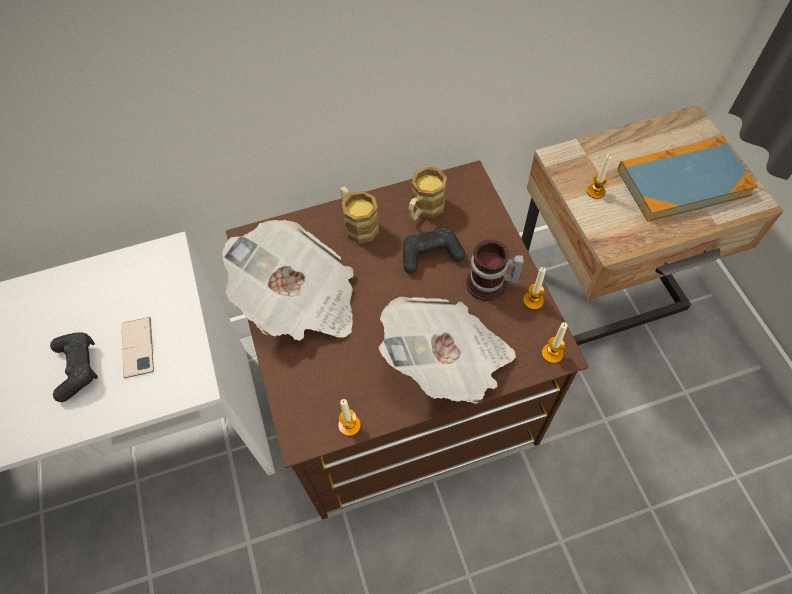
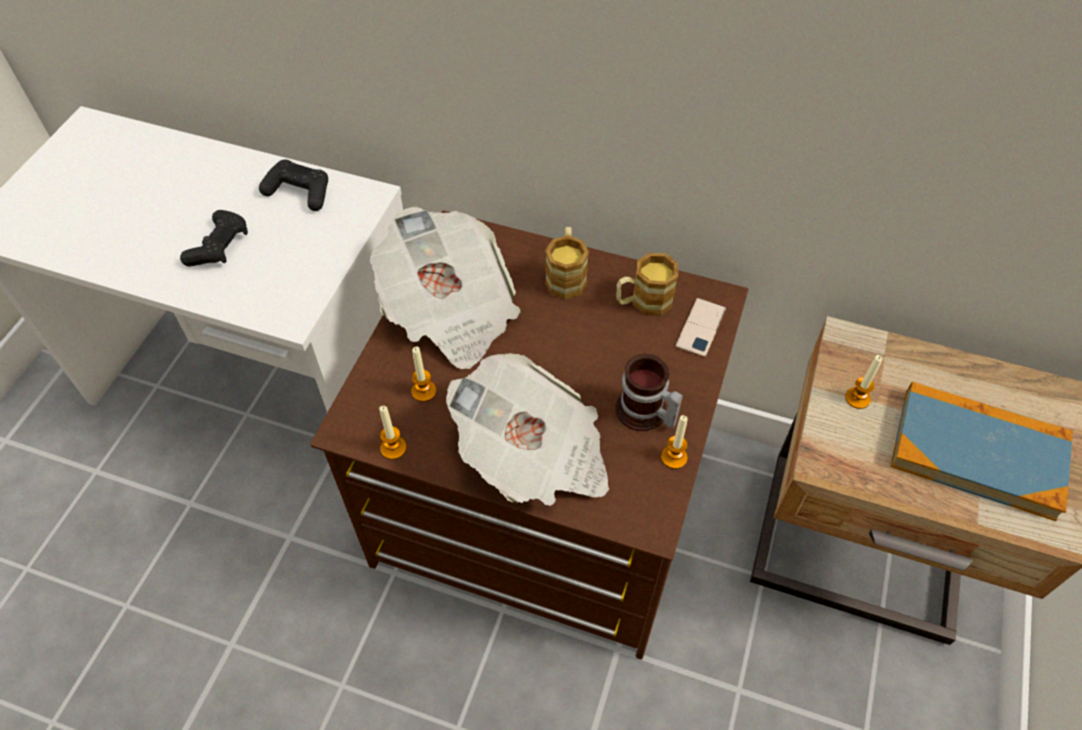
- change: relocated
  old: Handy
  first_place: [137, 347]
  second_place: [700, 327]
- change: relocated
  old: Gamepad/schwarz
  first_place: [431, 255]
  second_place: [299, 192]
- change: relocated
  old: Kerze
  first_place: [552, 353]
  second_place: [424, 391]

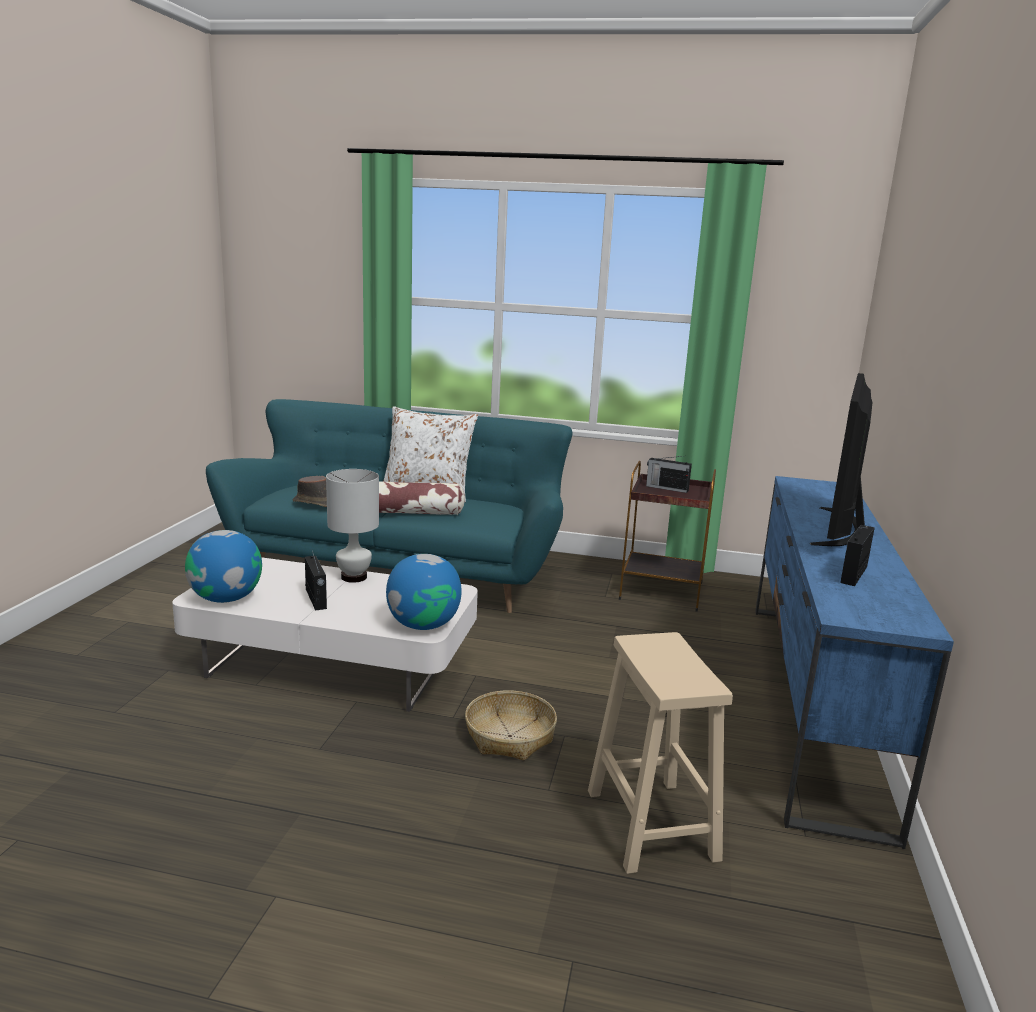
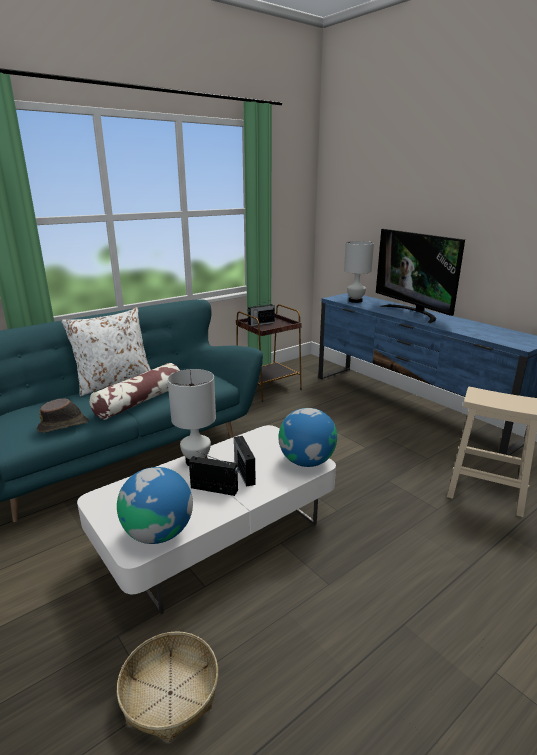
- change: relocated
  old: Korb
  first_place: [509, 736]
  second_place: [170, 693]
- change: relocated
  old: Radio
  first_place: [854, 574]
  second_place: [244, 472]
- change: appeared
  new: Tischlampe/weiß
  second_place: [355, 301]

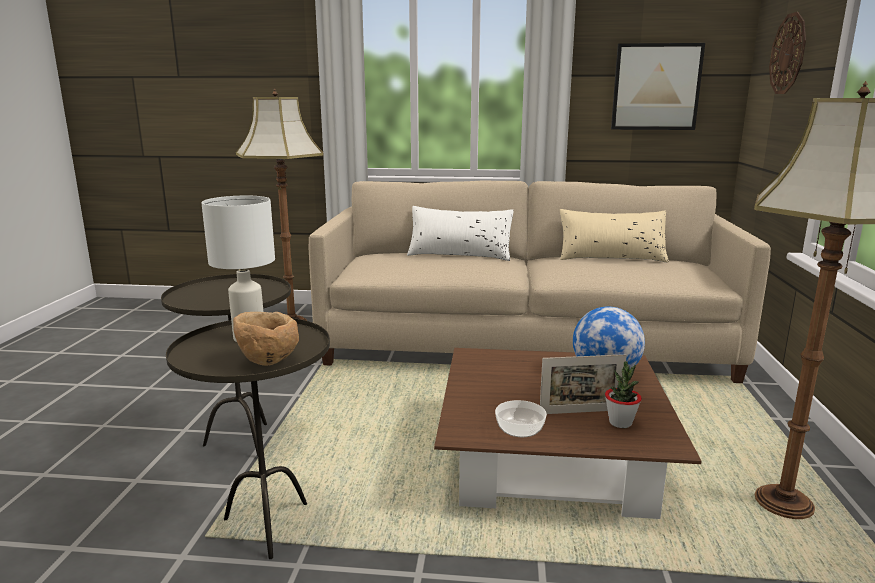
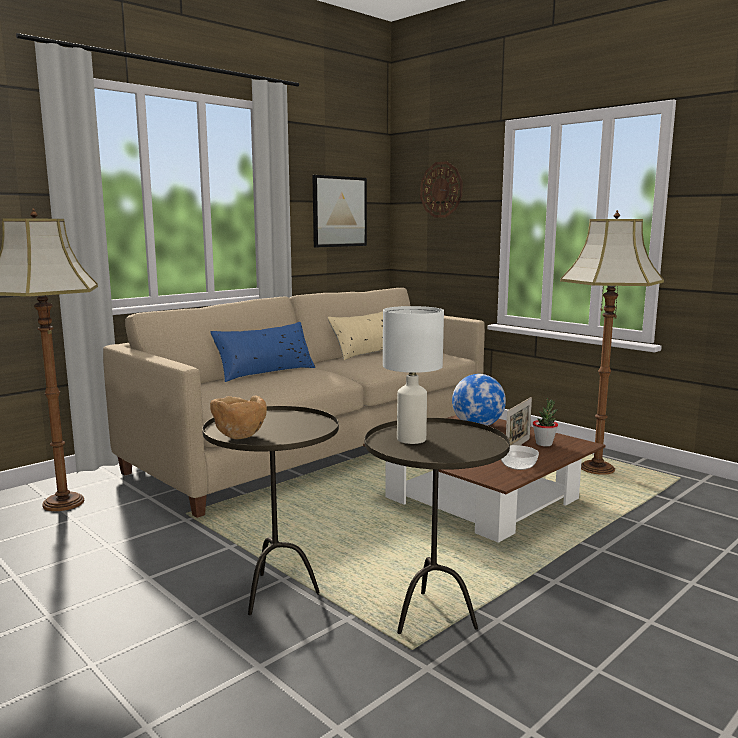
- change: relocated
  old: Schüssel/braun
  first_place: [269, 361]
  second_place: [239, 437]
- change: colour
  old: Kissen/weiß
  new: Kissen/blau
  first_place: [459, 255]
  second_place: [265, 372]

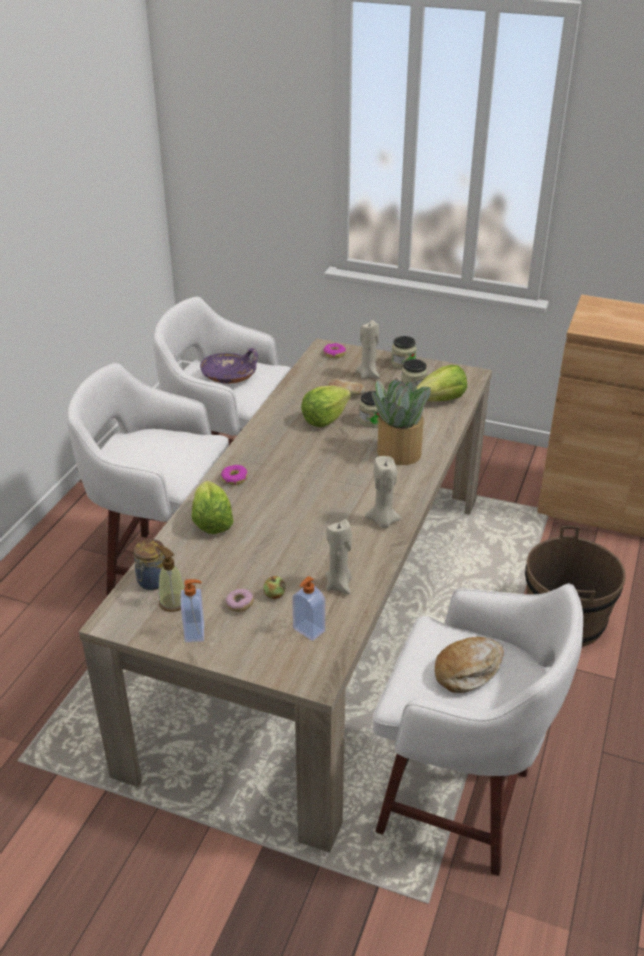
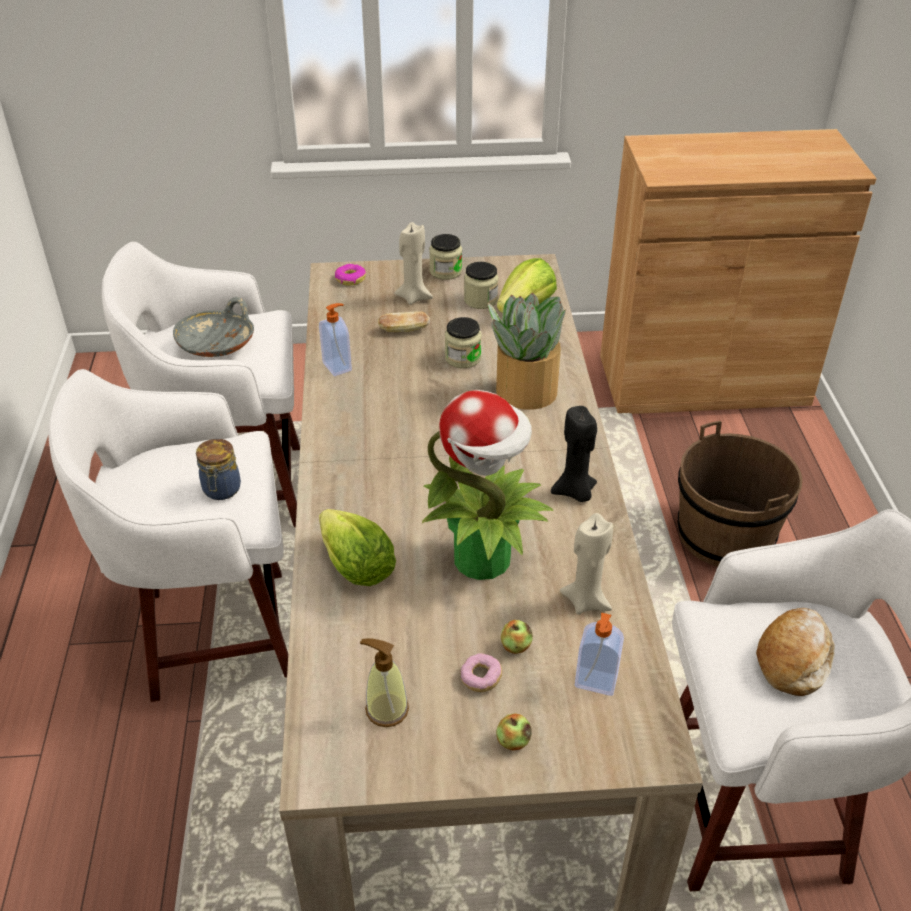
- change: relocated
  old: Vorratsglas
  first_place: [152, 582]
  second_place: [221, 490]
- change: relocated
  old: Seifenspender
  first_place: [195, 632]
  second_place: [338, 366]
- change: colour
  old: Schüssel/lila
  new: Schüssel/grau
  first_place: [230, 376]
  second_place: [217, 344]
- change: missing
  old: Donut
  first_place: [234, 479]
- change: missing
  old: Salatkopf
  first_place: [325, 419]
- change: colour
  old: Kerze/beige
  new: Kerze/schwarz
  first_place: [383, 521]
  second_place: [575, 492]
- change: appeared
  new: Topfpflanze
  second_place: [484, 558]
- change: appeared
  new: Apfel
  second_place: [513, 741]

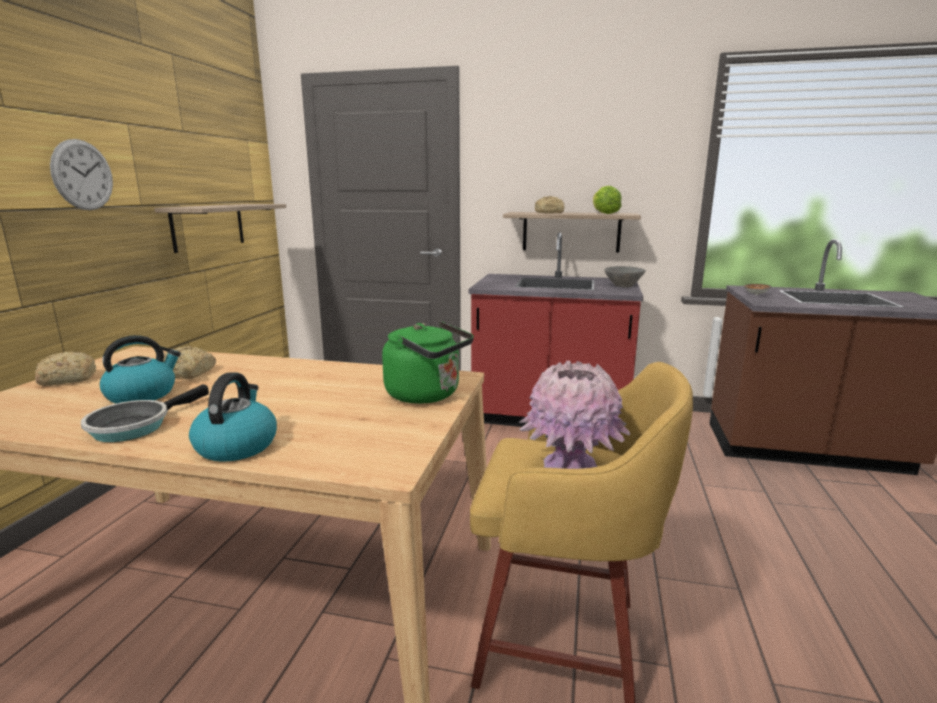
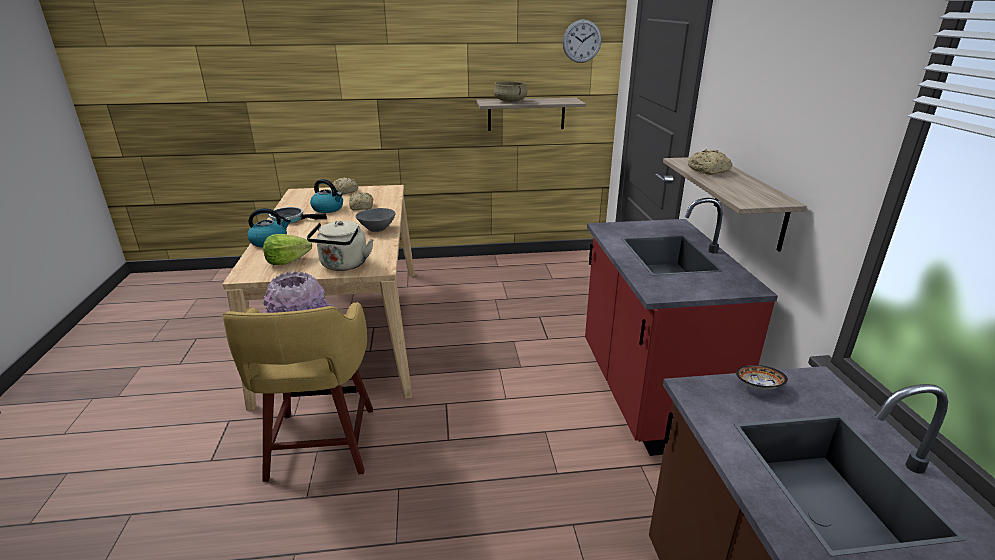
- change: relocated
  old: Wanduhr
  first_place: [82, 175]
  second_place: [582, 41]
- change: colour
  old: Wasserkessel/grün
  new: Wasserkessel/beige
  first_place: [427, 395]
  second_place: [343, 265]
- change: relocated
  old: Salatkopf
  first_place: [604, 213]
  second_place: [287, 261]
- change: relocated
  old: Schüssel/grau
  first_place: [623, 286]
  second_place: [376, 229]
- change: appeared
  new: Kochtopf/beige
  second_place: [510, 101]

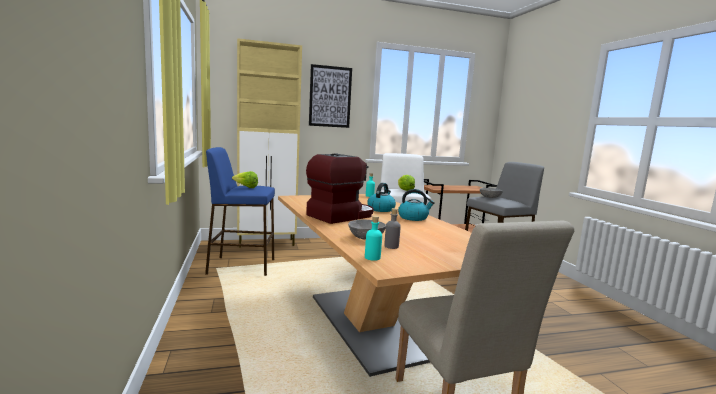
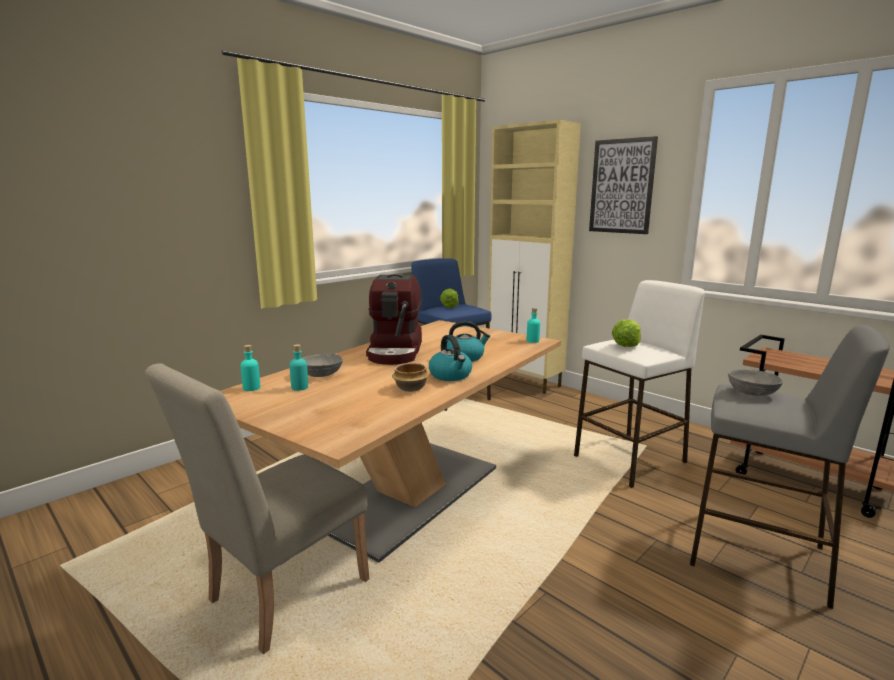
- change: spun
  old: Kaffeemaschine
  first_place: [340, 215]
  second_place: [396, 351]
  degrees: 75
- change: colour
  old: Flasche/grau
  new: Flasche/türkis
  first_place: [391, 246]
  second_place: [300, 387]
- change: appeared
  new: Schüssel
  second_place: [411, 388]

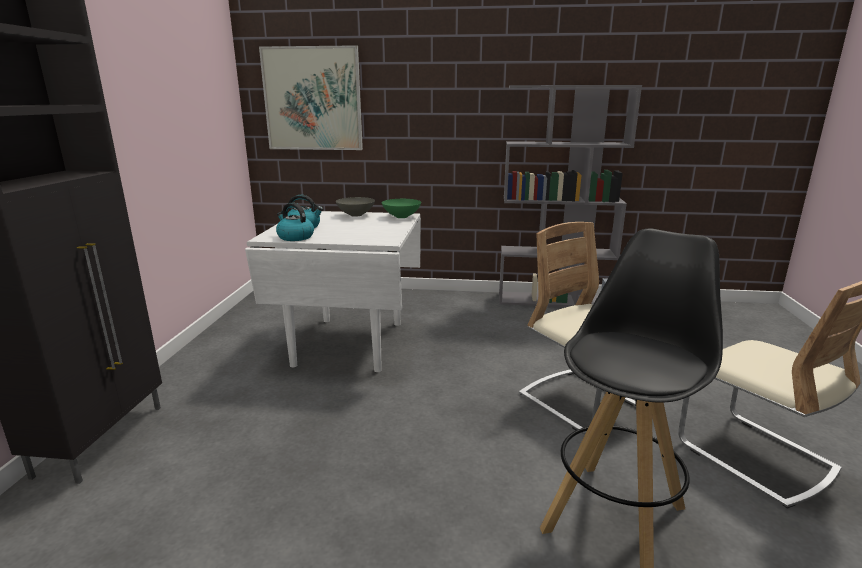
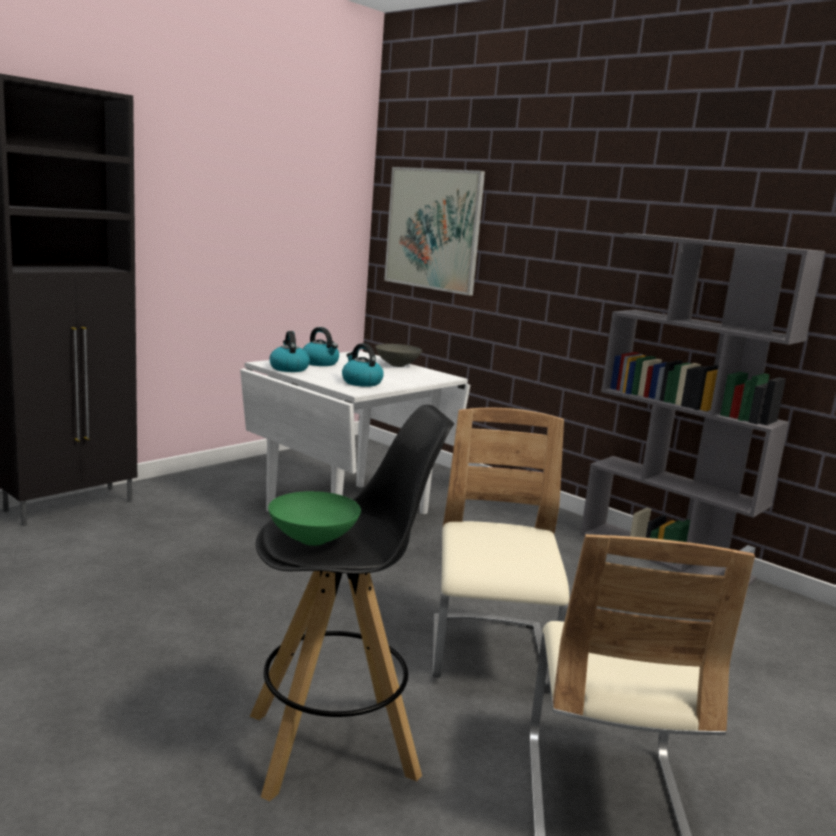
- change: relocated
  old: Schüssel/grün
  first_place: [401, 217]
  second_place: [312, 539]
- change: appeared
  new: Wasserkessel
  second_place: [361, 382]

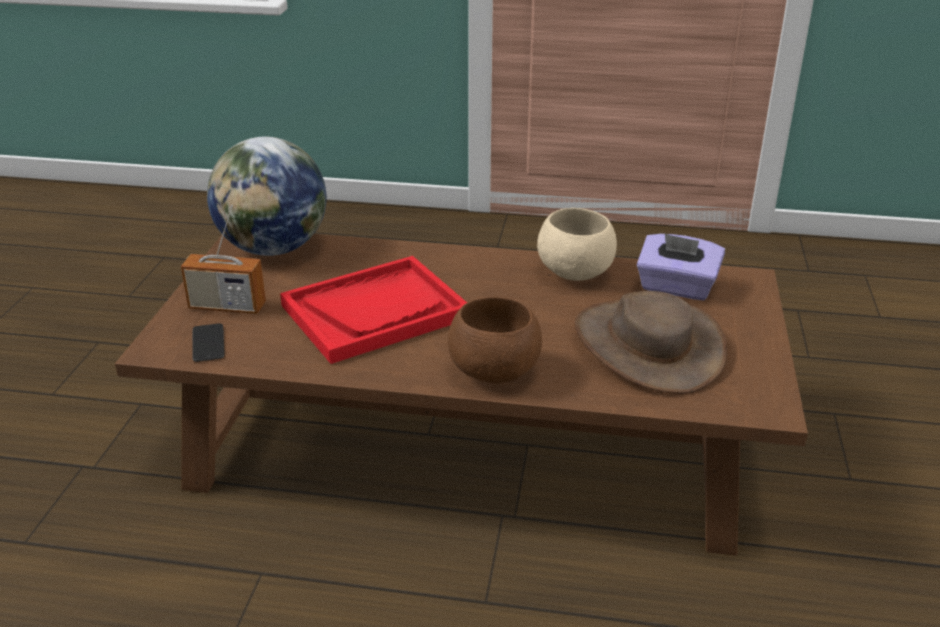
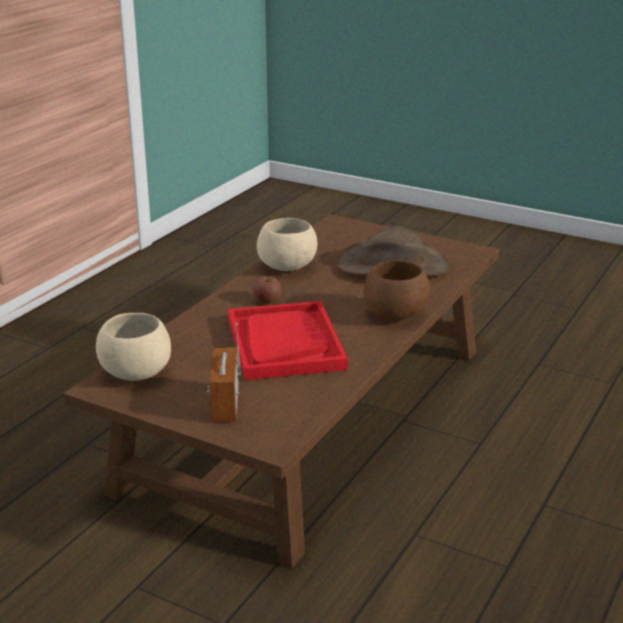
- change: spun
  old: Radio
  first_place: [227, 306]
  second_place: [225, 404]
  degrees: 150
- change: missing
  old: Handy
  first_place: [208, 343]
- change: exchanged
  old: Globus
  new: Schüssel/beige
  first_place: [274, 249]
  second_place: [136, 373]
- change: missing
  old: Taschentuchbox/lila
  first_place: [676, 288]
- change: appeared
  new: Apfel
  second_place: [267, 300]

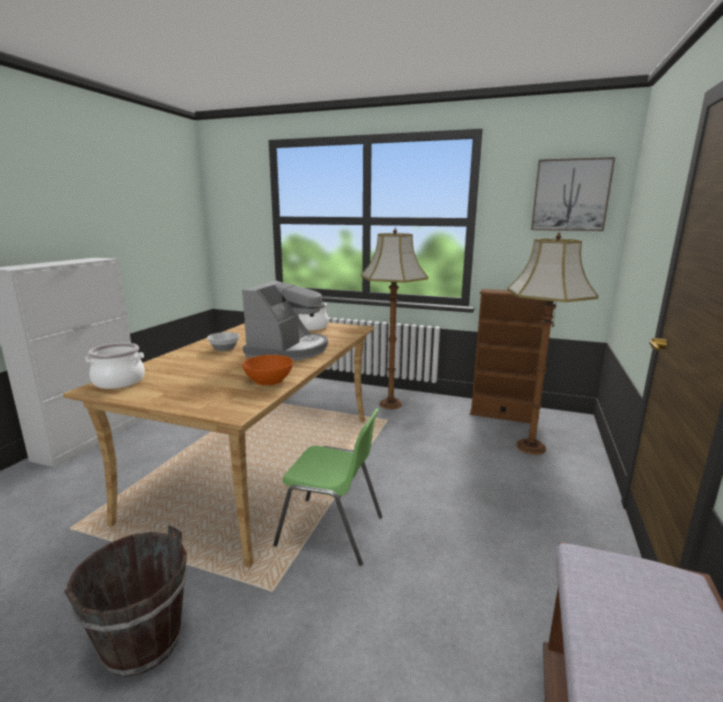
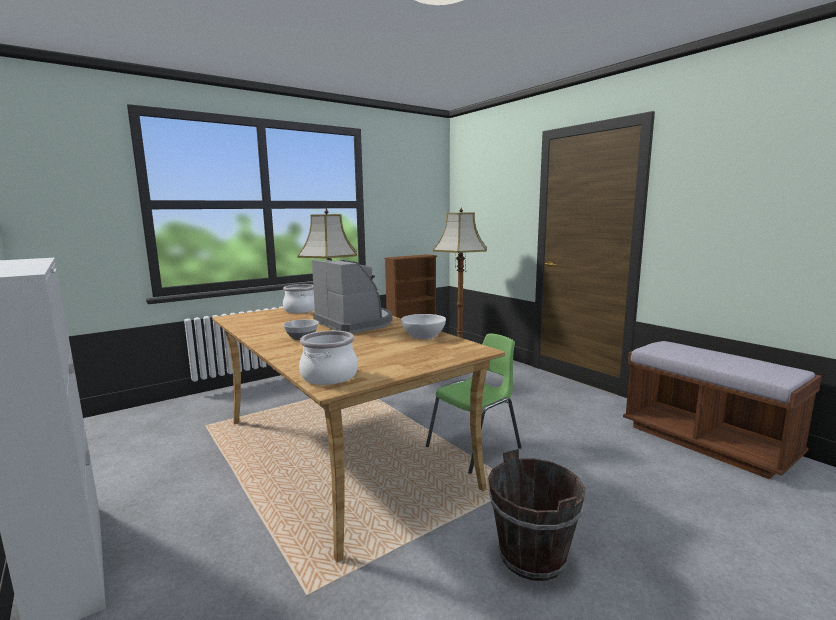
- change: colour
  old: Schüssel/orange
  new: Schüssel/weiß
  first_place: [269, 380]
  second_place: [423, 336]
- change: missing
  old: Bild
  first_place: [570, 195]

